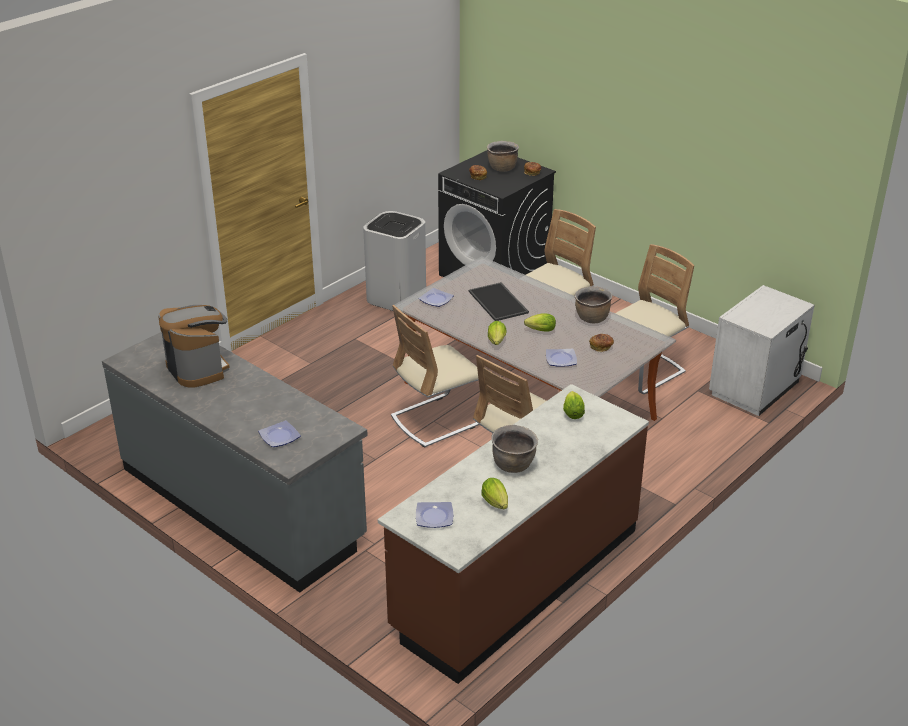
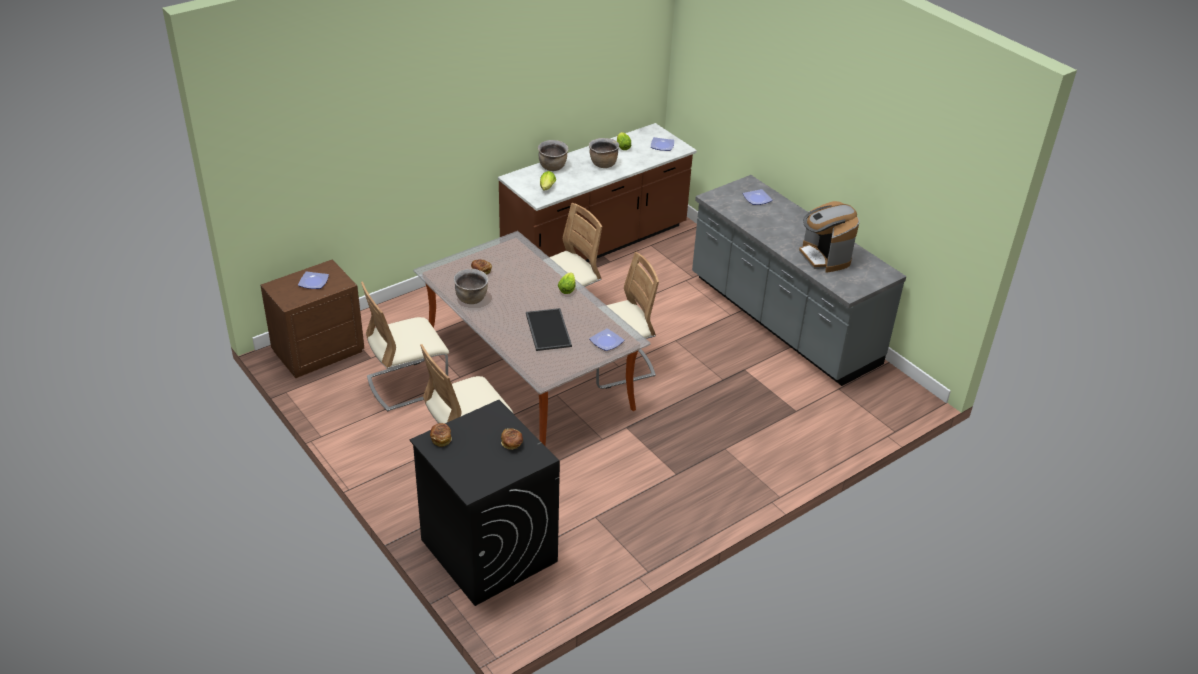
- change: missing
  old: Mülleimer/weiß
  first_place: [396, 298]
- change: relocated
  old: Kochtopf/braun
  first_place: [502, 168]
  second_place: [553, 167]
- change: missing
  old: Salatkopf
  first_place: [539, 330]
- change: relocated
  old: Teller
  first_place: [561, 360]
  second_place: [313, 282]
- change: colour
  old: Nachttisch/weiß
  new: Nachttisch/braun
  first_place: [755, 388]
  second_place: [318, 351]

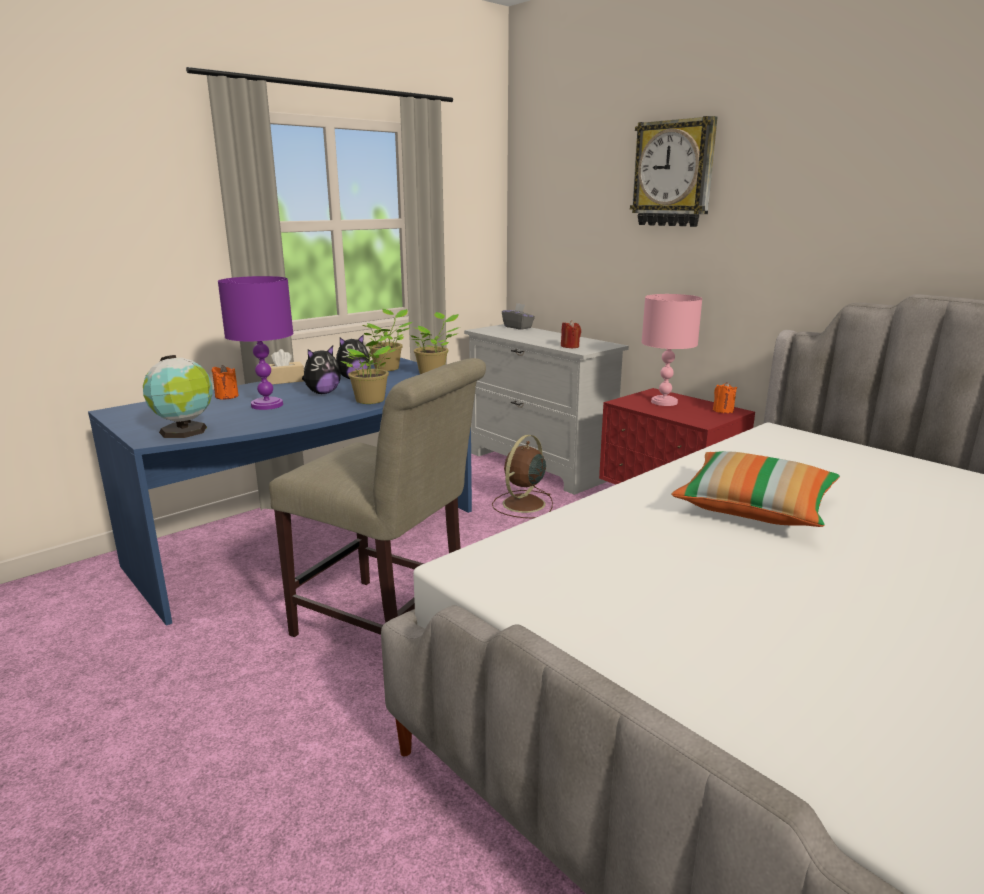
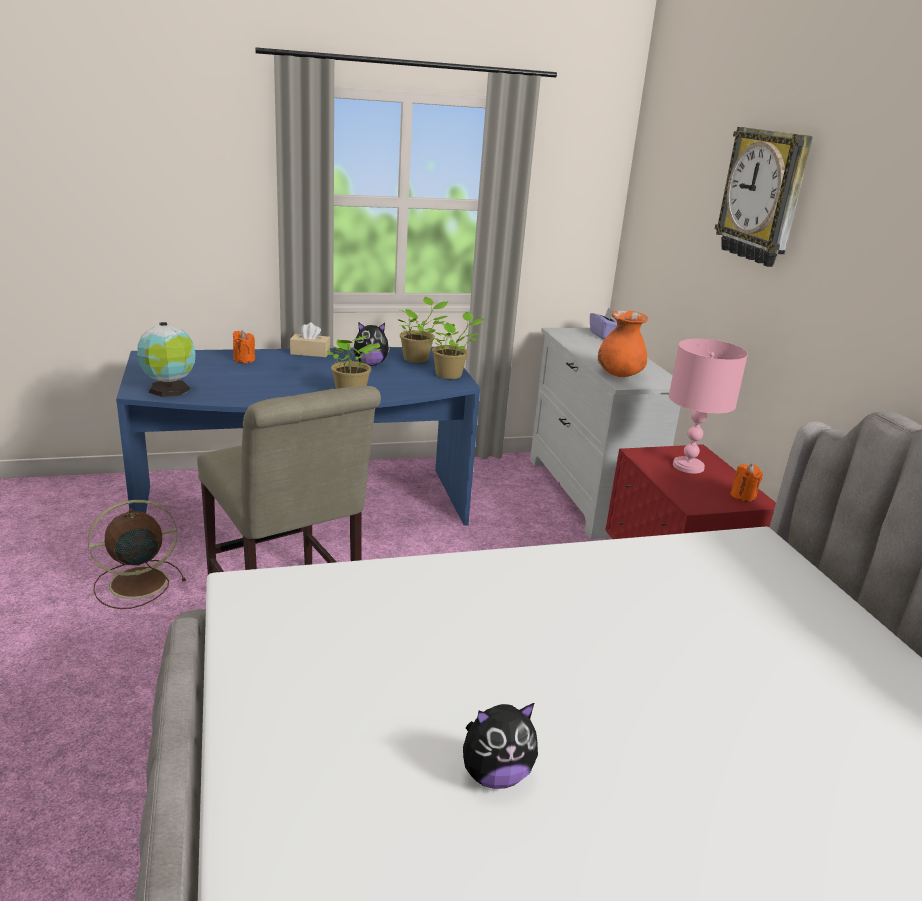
- change: missing
  old: Tischlampe/lila
  first_place: [267, 405]
- change: relocated
  old: Plüschtier
  first_place: [322, 393]
  second_place: [495, 774]
- change: relocated
  old: Ventilator/braun
  first_place: [522, 504]
  second_place: [136, 583]
- change: colour
  old: Taschentuchbox/grau
  new: Taschentuchbox/lila
  first_place: [518, 327]
  second_place: [604, 335]
- change: exchanged
  old: Kerze/rot
  new: Vase/orange
  first_place: [570, 346]
  second_place: [619, 374]
- change: missing
  old: Kissen
  first_place: [754, 508]

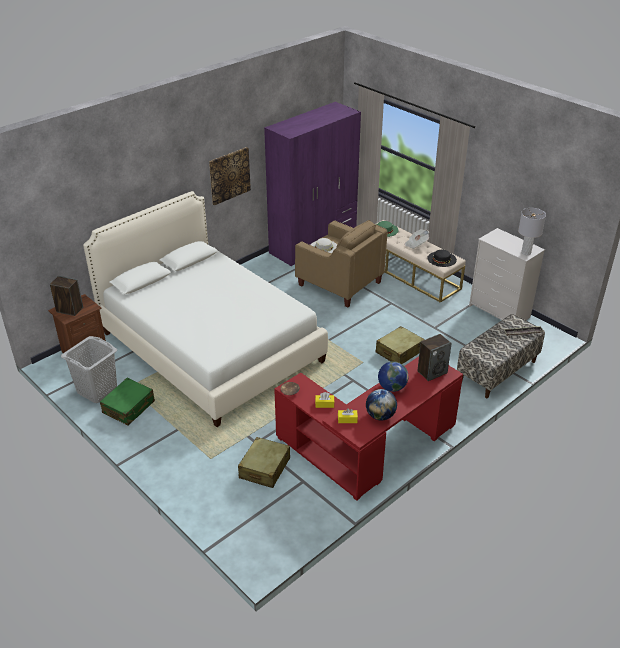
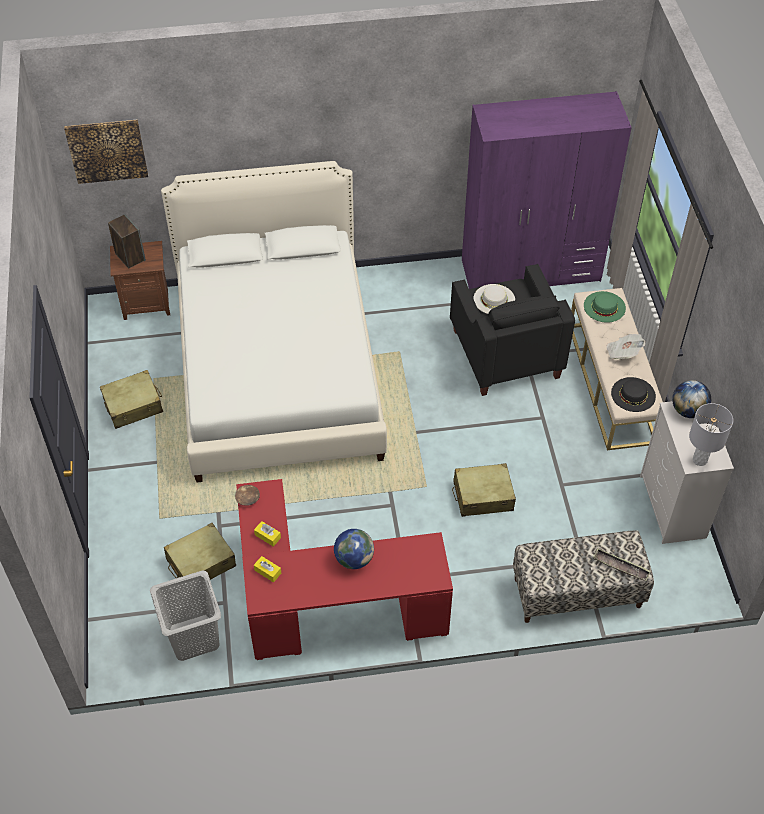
- change: relocated
  old: Wäschekorb/grau
  first_place: [97, 390]
  second_place: [193, 637]
- change: colour
  old: Koffer/grün
  new: Koffer/beige
  first_place: [129, 407]
  second_place: [133, 406]
- change: relocated
  old: Bild
  first_place: [229, 175]
  second_place: [107, 150]
- change: colour
  old: Sessel/beige
  new: Sessel/schwarz
  first_place: [339, 284]
  second_place: [505, 353]
- change: relocated
  old: Globus
  first_place: [380, 416]
  second_place: [688, 411]
- change: missing
  old: Lautsprecher
  first_place: [432, 372]

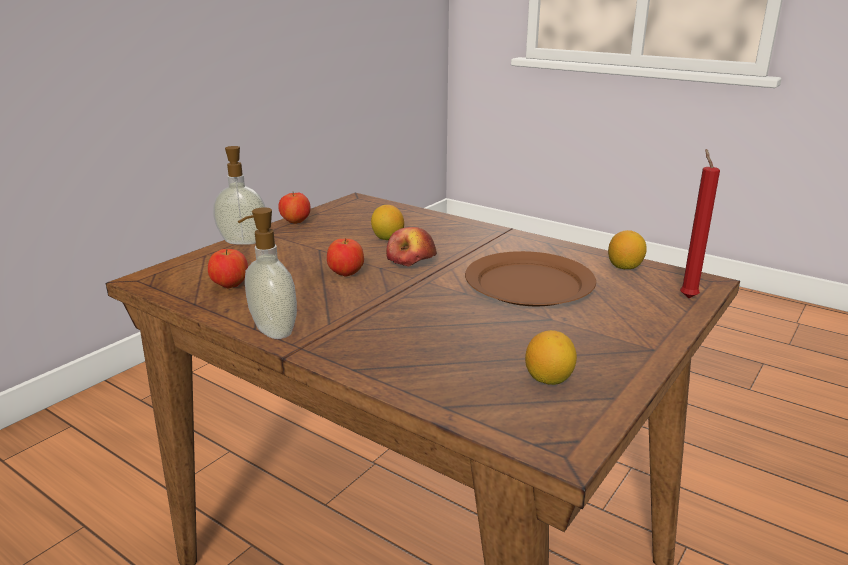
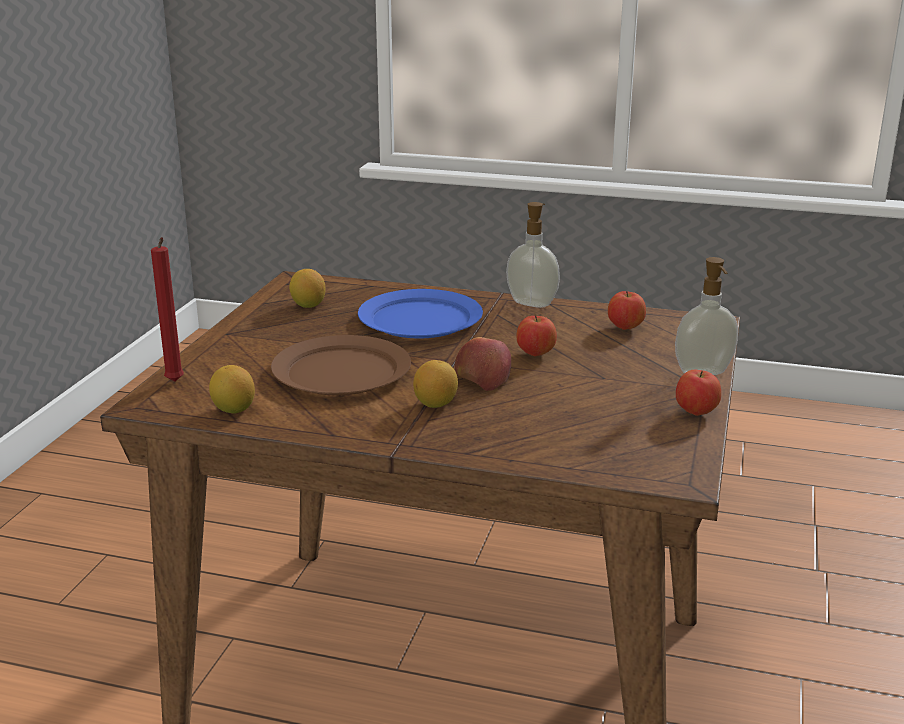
- change: relocated
  old: Zitrone
  first_place: [388, 238]
  second_place: [435, 404]
- change: appeared
  new: Teller/blau
  second_place: [421, 320]

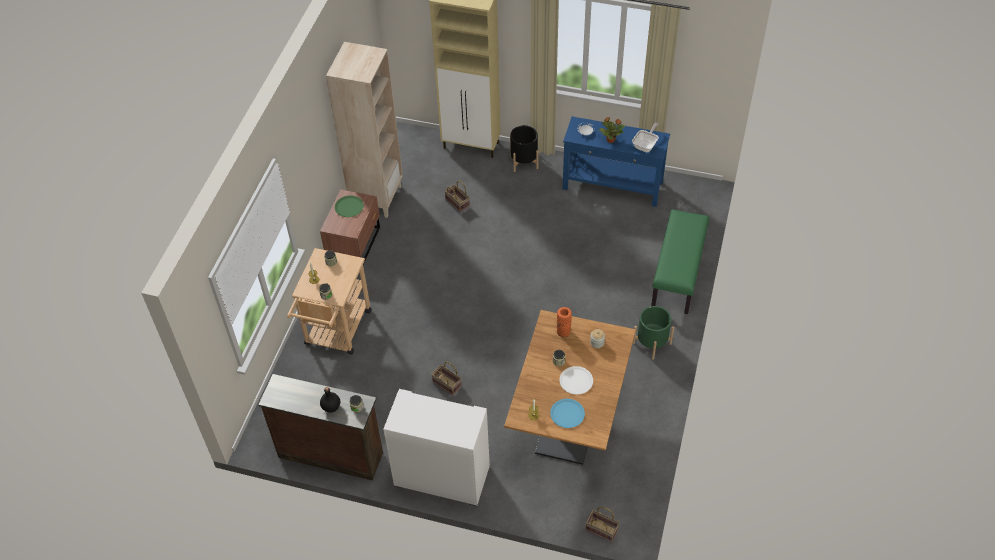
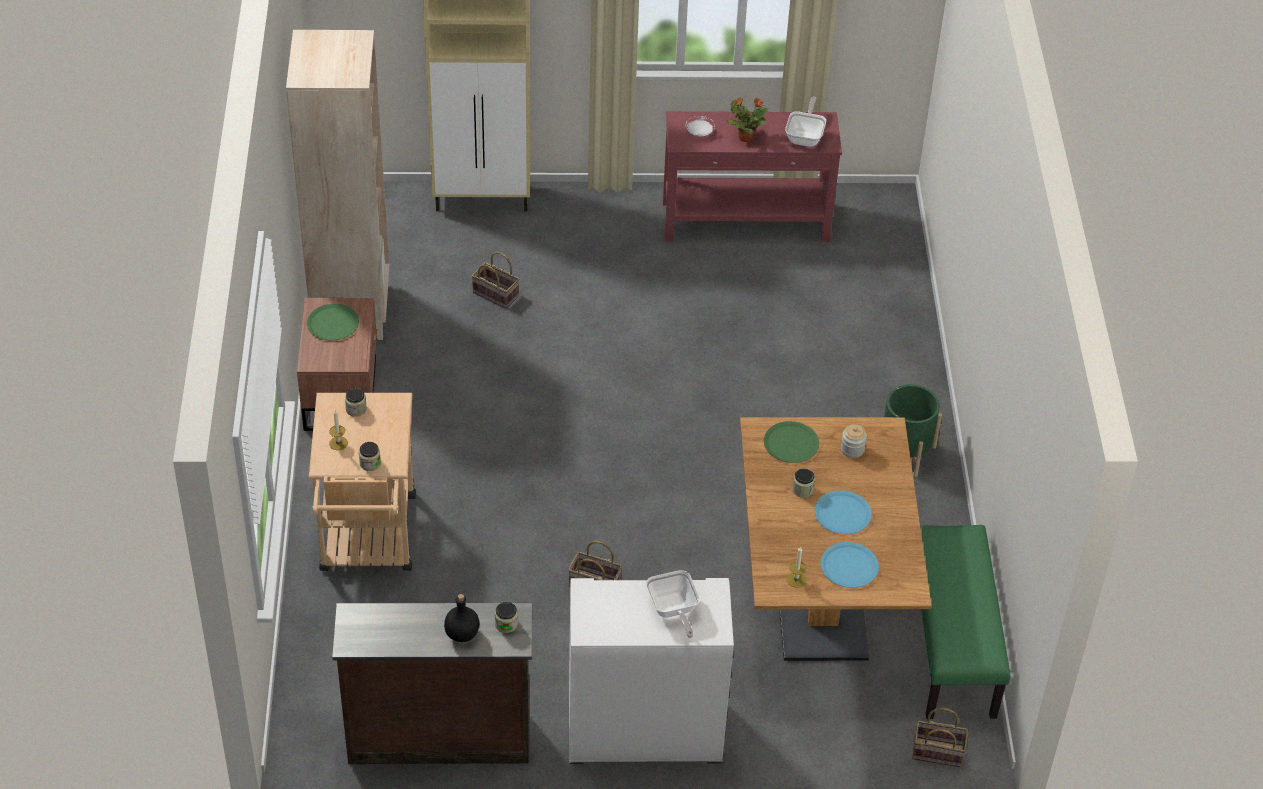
- change: missing
  old: Pflanzkübel/schwarz
  first_place: [524, 161]
- change: exchanged
  old: Vase/orange
  new: Teller/grün
  first_place: [563, 331]
  second_place: [791, 443]
- change: colour
  old: Teller/weiß
  new: Teller/blau
  first_place: [576, 381]
  second_place: [842, 513]
- change: colour
  old: Konsolentisch/blau
  new: Konsolentisch/rot
  first_place: [613, 186]
  second_place: [746, 222]
- change: relocated
  old: Bank/grün
  first_place: [678, 274]
  second_place: [951, 645]
- change: appeared
  new: Pfanne
  second_place: [673, 611]

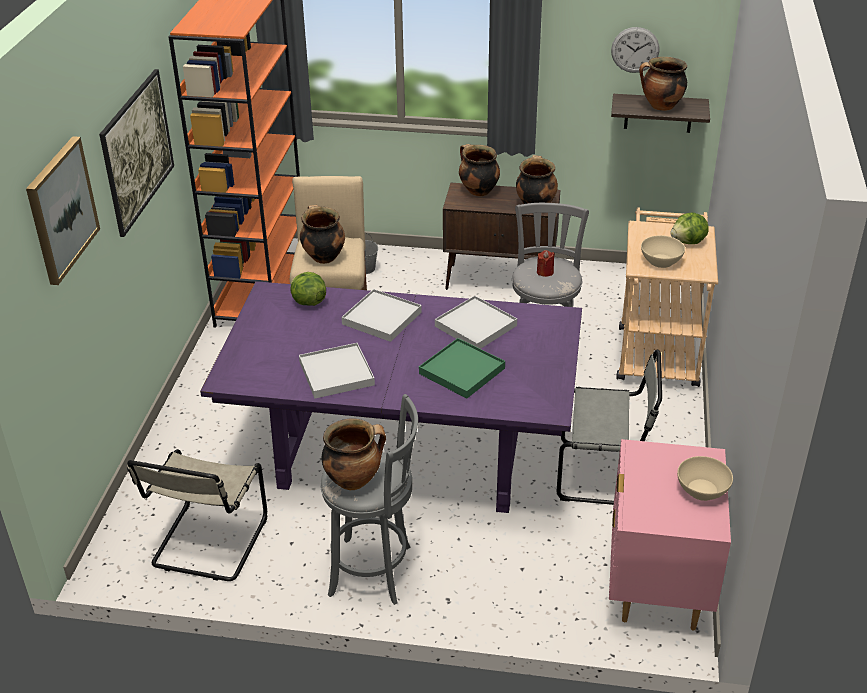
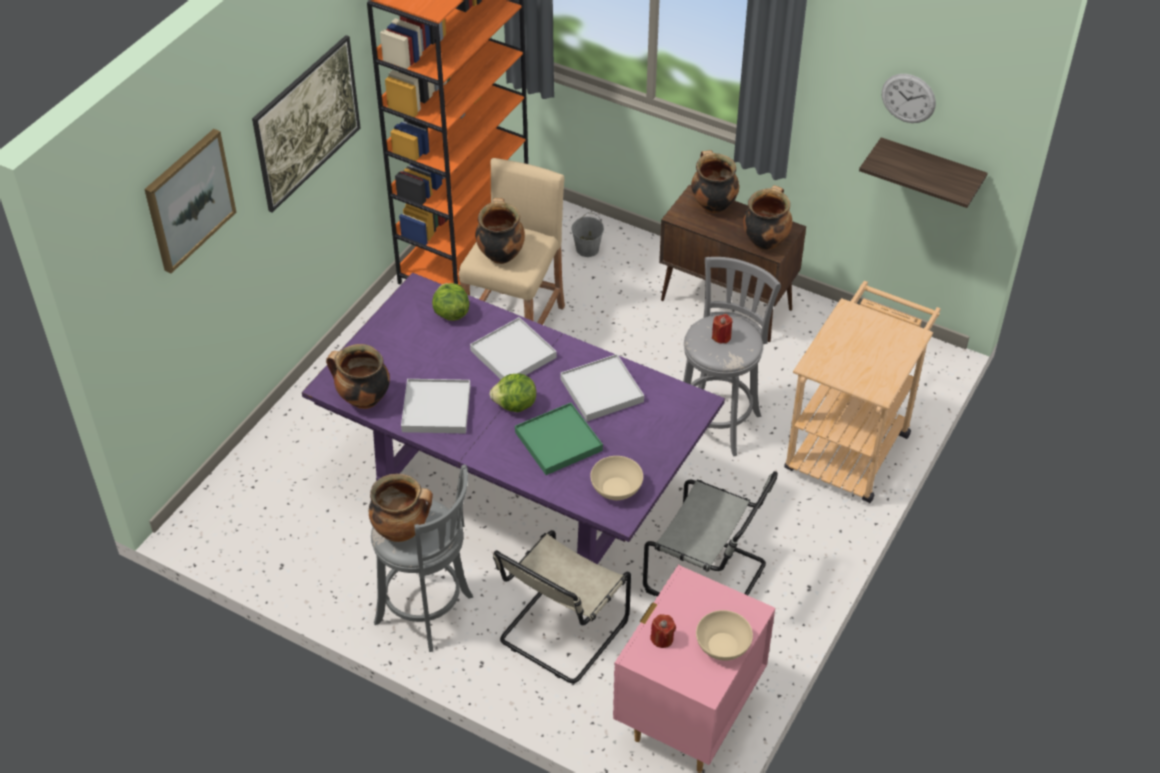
- change: relocated
  old: Stuhl/beige
  first_place: [208, 545]
  second_place: [560, 633]
- change: relocated
  old: Kochtopf
  first_place: [660, 107]
  second_place: [363, 399]
- change: relocated
  old: Schüssel/beige
  first_place: [661, 261]
  second_place: [616, 489]
- change: relocated
  old: Salatkopf
  first_place: [688, 242]
  second_place: [515, 405]
- change: appeared
  new: Kerze/rot
  second_place: [662, 638]

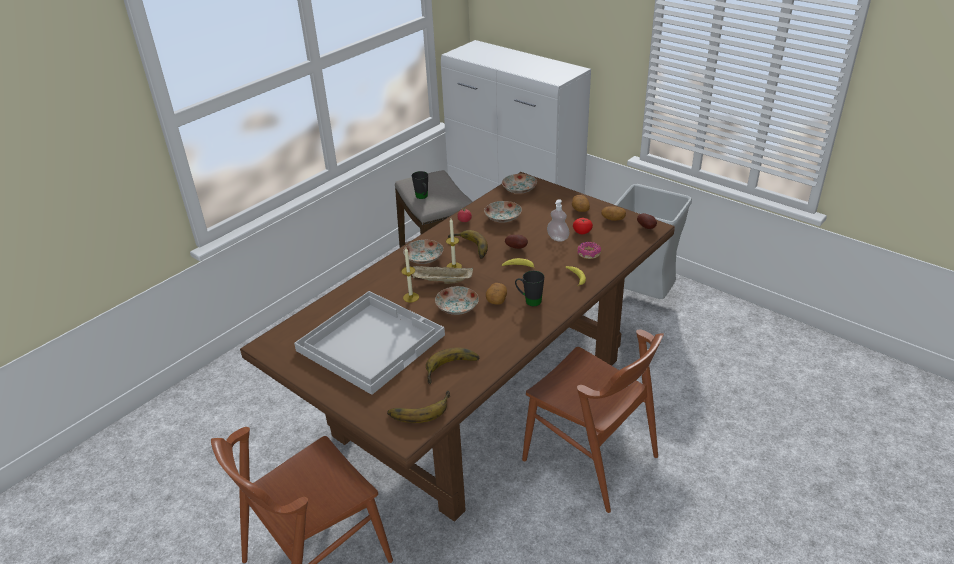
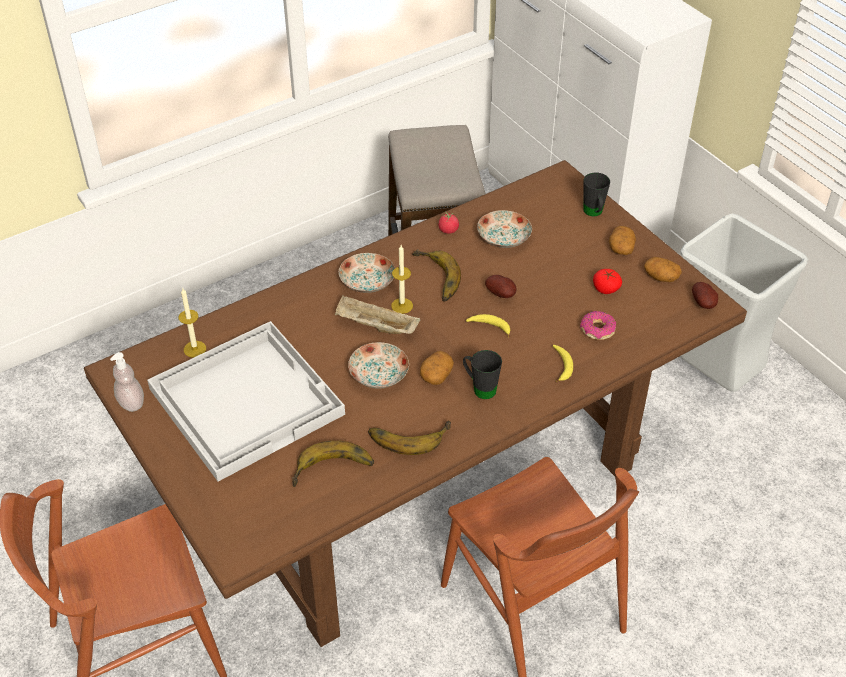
- change: relocated
  old: Banane
  first_place: [419, 408]
  second_place: [408, 434]
- change: relocated
  old: Kerze
  first_place: [411, 297]
  second_place: [195, 349]
- change: relocated
  old: Henkelbecher/schwarz
  first_place: [423, 197]
  second_place: [594, 214]
- change: missing
  old: Teller
  first_place: [519, 190]
- change: relocated
  old: Seifenspender
  first_place: [557, 238]
  second_place: [131, 403]

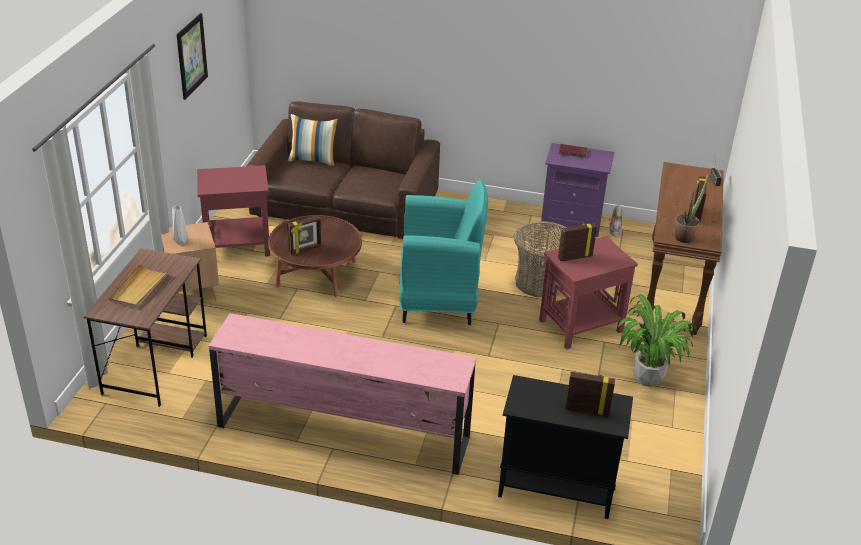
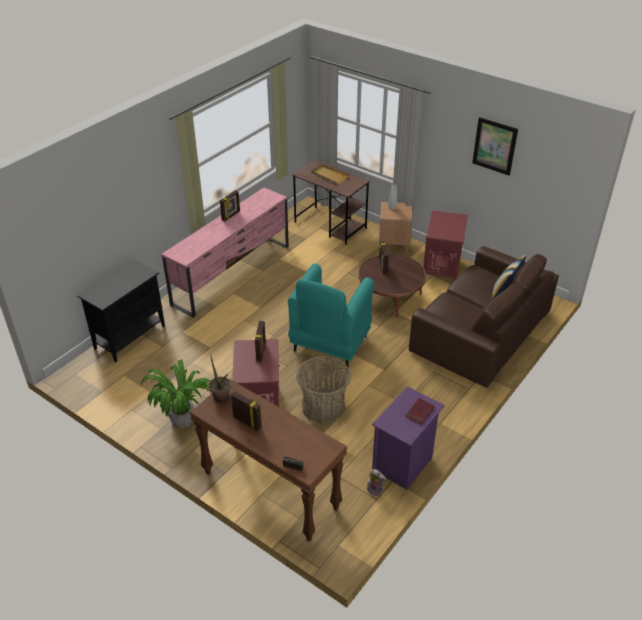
- change: relocated
  old: Bilderrahmen
  first_place: [587, 410]
  second_place: [231, 216]

